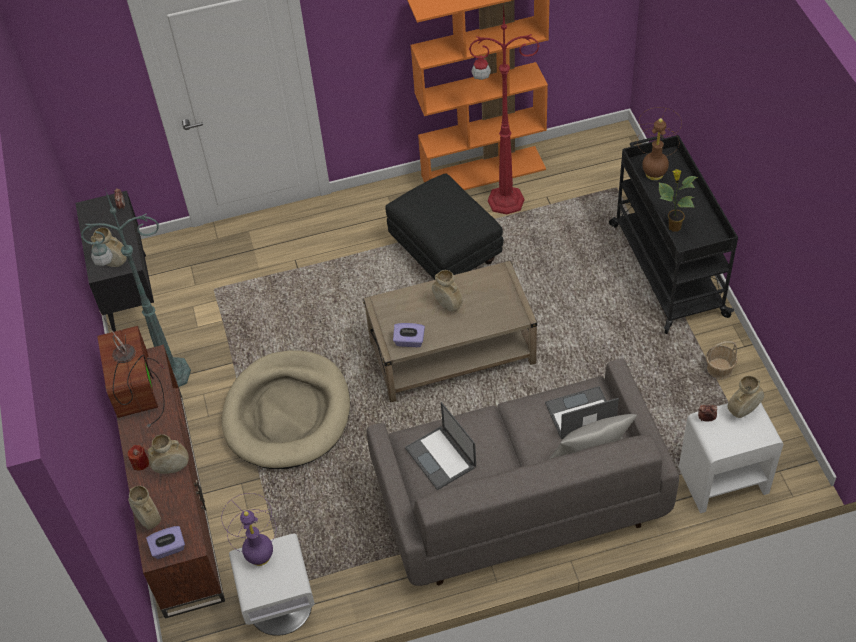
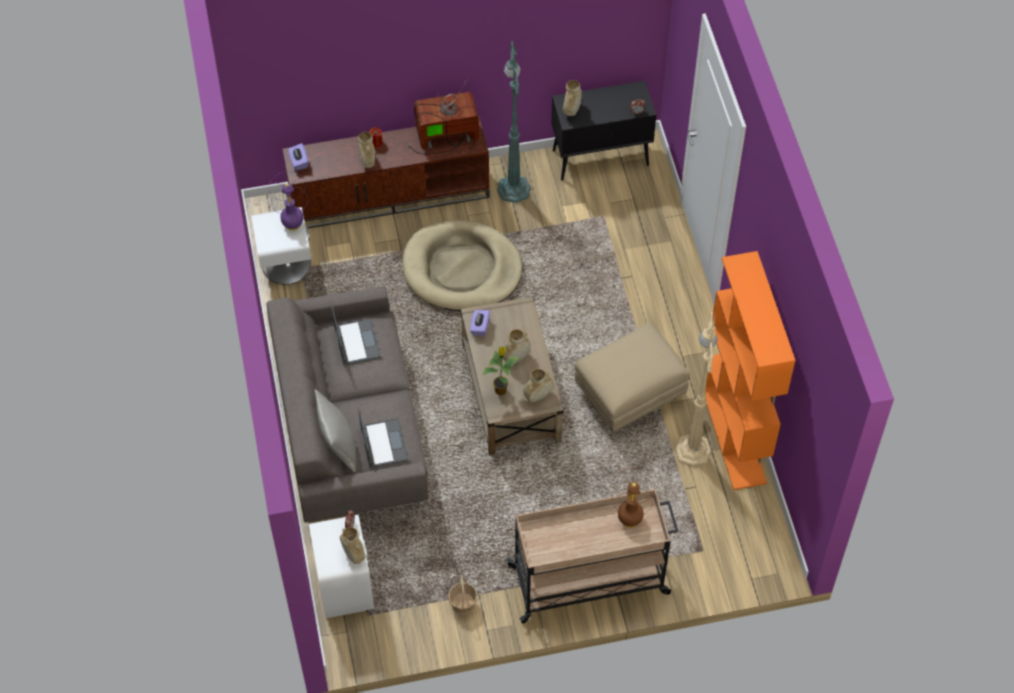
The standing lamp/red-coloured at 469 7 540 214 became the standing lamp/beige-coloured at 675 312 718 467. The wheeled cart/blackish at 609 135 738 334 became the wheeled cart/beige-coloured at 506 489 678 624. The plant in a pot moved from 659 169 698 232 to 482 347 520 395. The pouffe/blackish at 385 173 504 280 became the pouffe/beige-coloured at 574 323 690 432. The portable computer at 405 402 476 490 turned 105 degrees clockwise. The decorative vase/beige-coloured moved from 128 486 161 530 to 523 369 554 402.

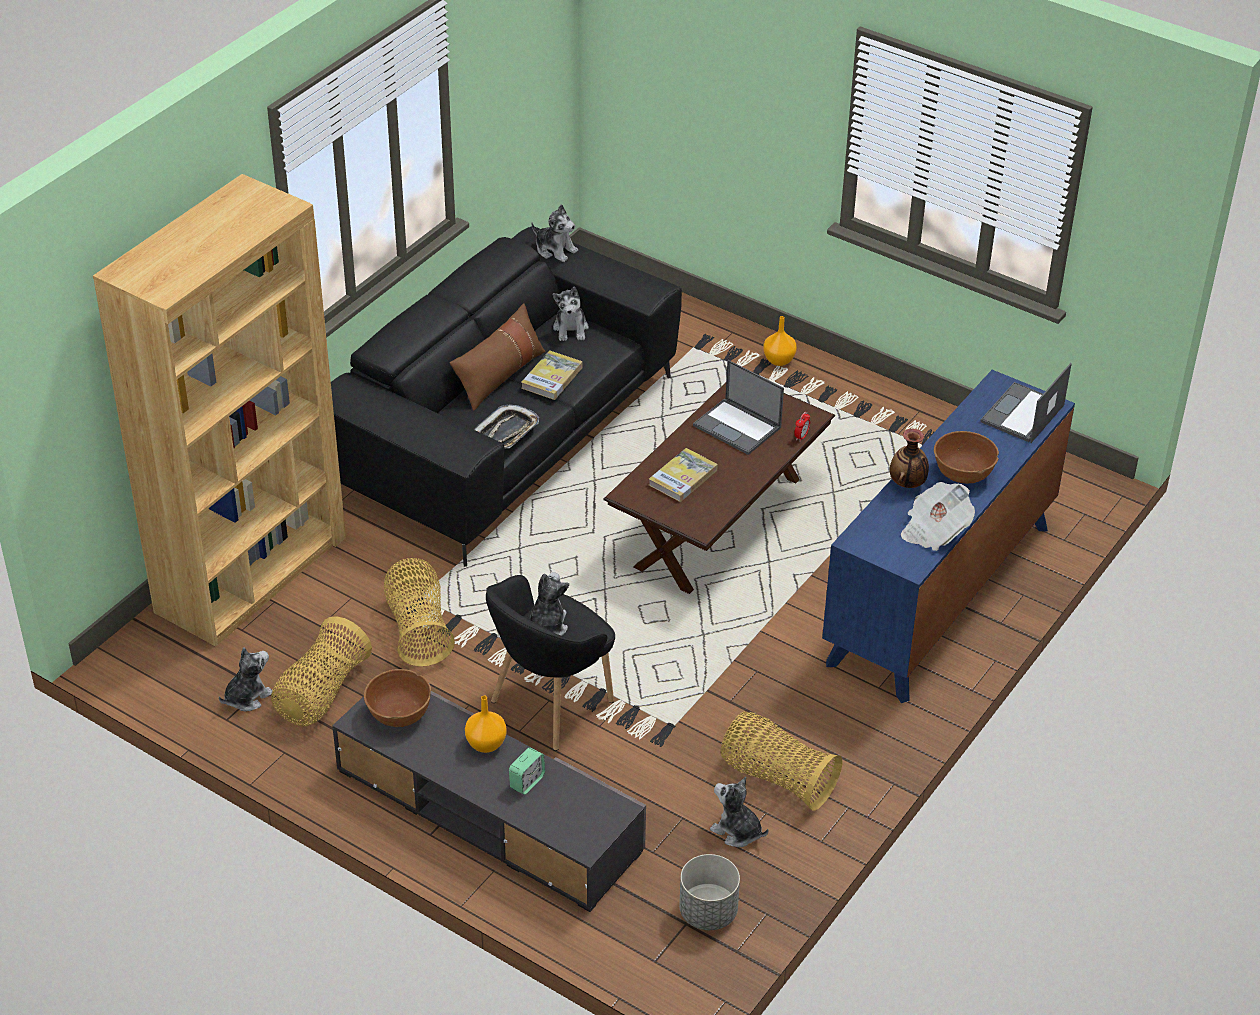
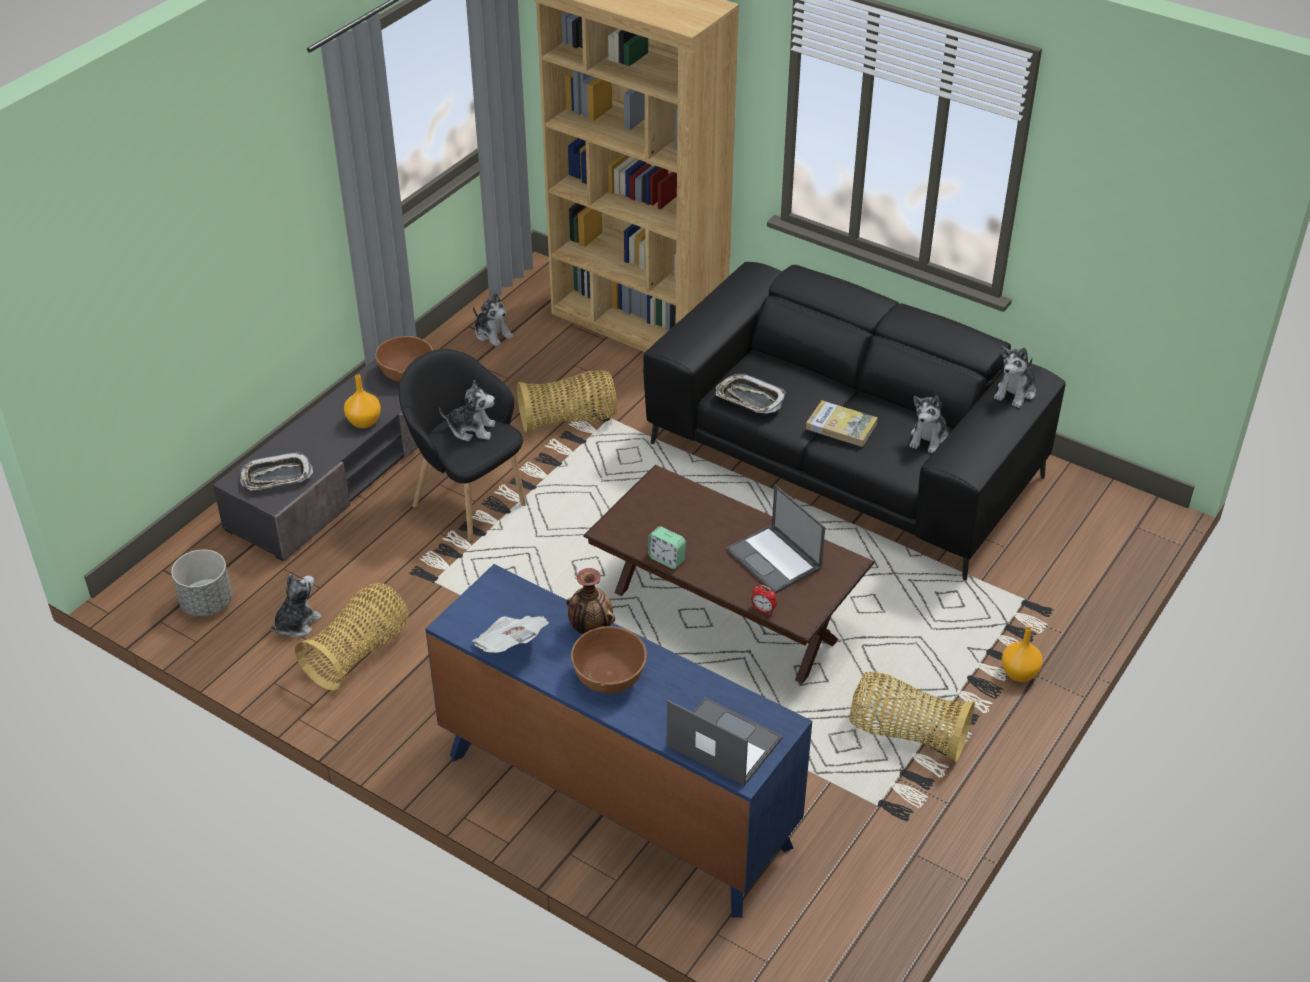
The plush toy at 553 287 589 341 turned 60 degrees counterclockwise. The cushion/brown at 450 303 545 411 disappeared. The portable computer at 693 360 784 455 turned 75 degrees counterclockwise. The volume at 649 448 718 502 disappeared. The household basket moved from 271 616 372 726 to 850 672 975 762. The bedside clock moved from 509 747 545 795 to 648 526 686 569. The serving tray at 240 452 313 491 appeared.

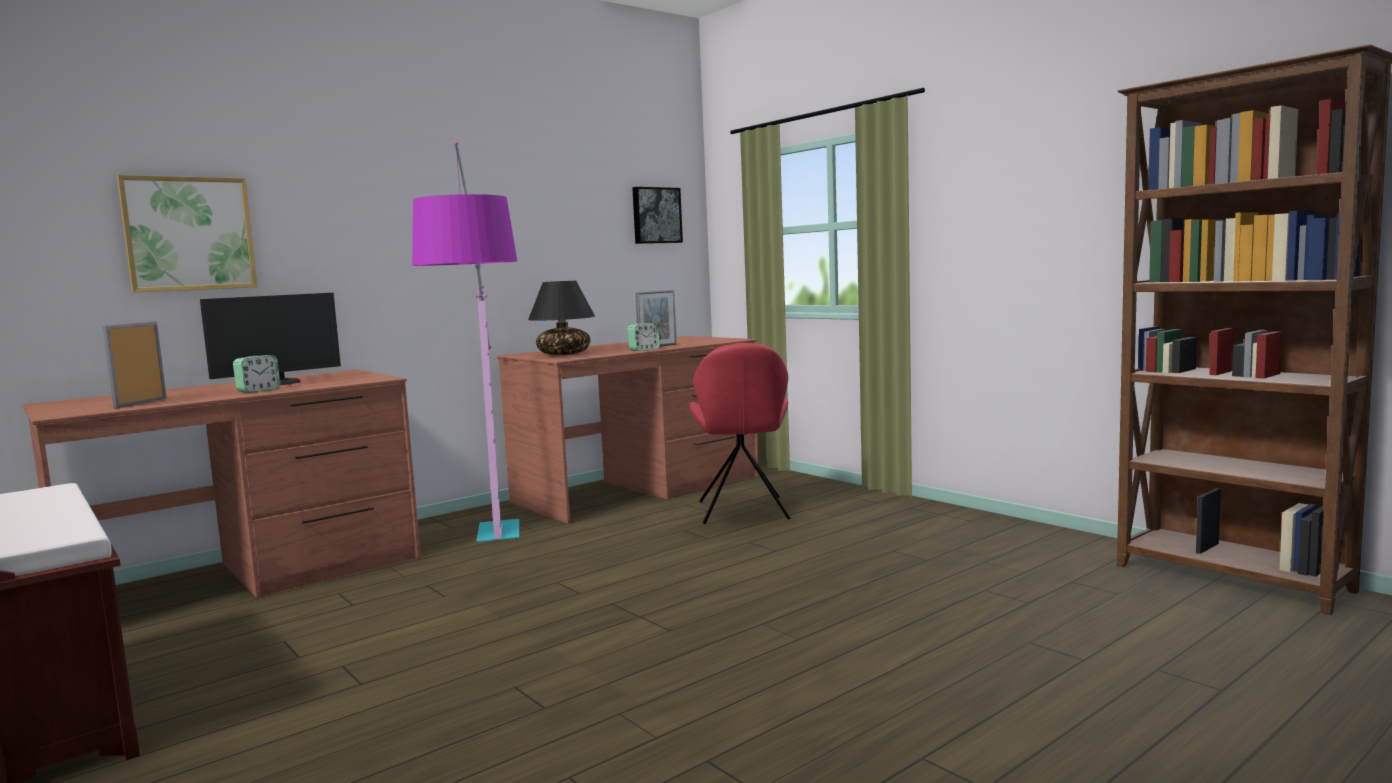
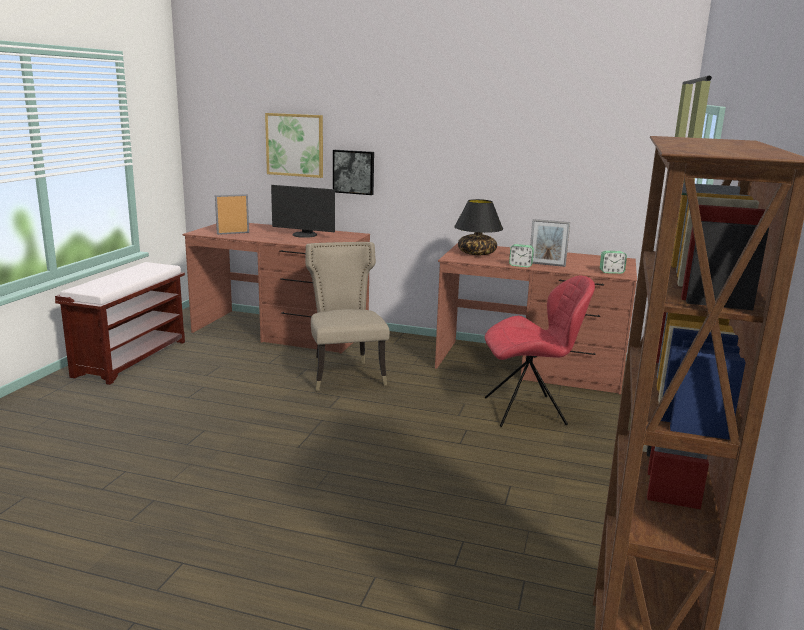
The standing lamp at 412 142 519 542 was replaced by the plain chair/beige-coloured at 306 242 390 391. The picture moved from 632 187 683 244 to 333 150 374 195. The plain chair/red-coloured at 689 343 790 524 turned 150 degrees counterclockwise. The bedside clock moved from 233 355 280 393 to 600 251 627 274.

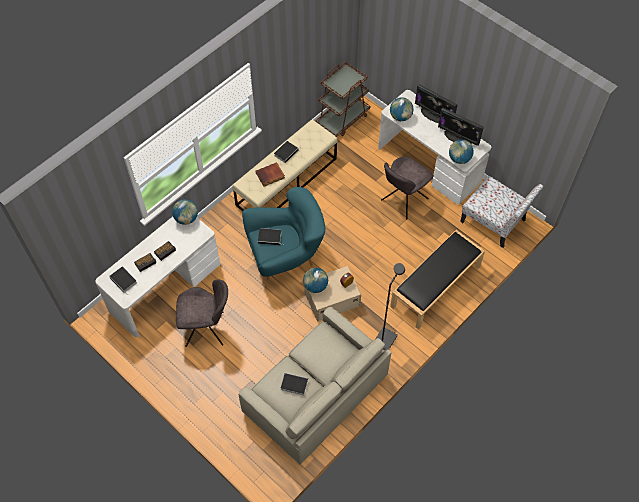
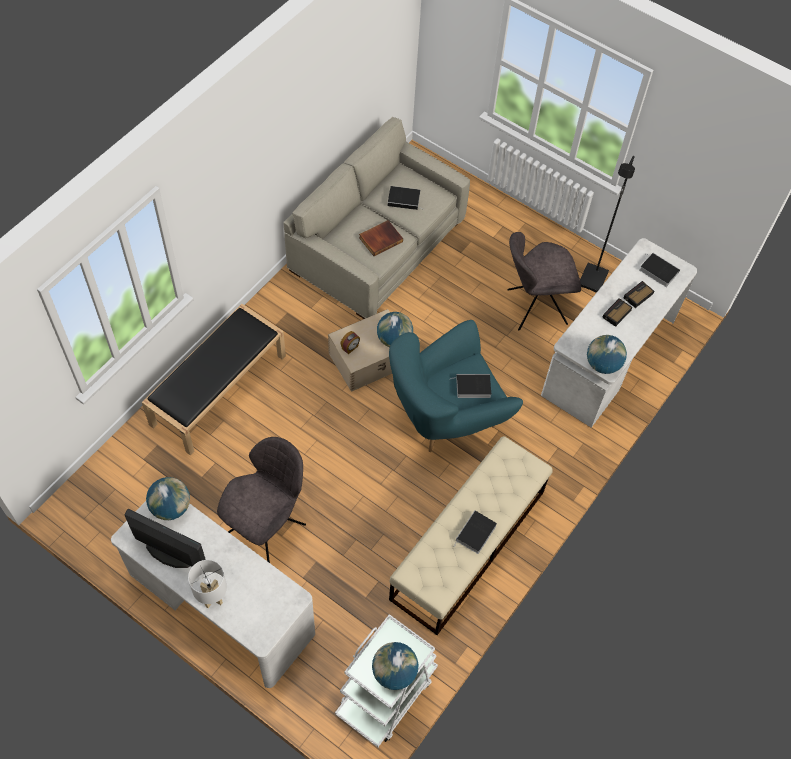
The wheeled cart/brown at 315 62 370 137 became the wheeled cart/white-coloured at 335 614 438 747. The monitor at 415 84 457 123 was replaced by the tabletop lamp/white-coloured at 188 560 227 608. The globe moved from 390 97 414 121 to 372 642 418 690. The volume moved from 256 162 285 187 to 359 220 403 256. The plain chair at 460 176 543 248 disappeared. The standing lamp/blackish moved from 376 263 405 351 to 580 156 635 293.

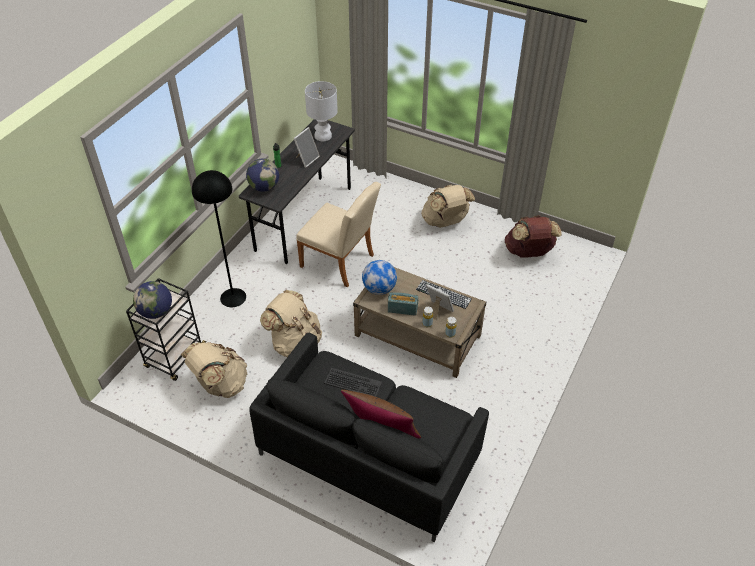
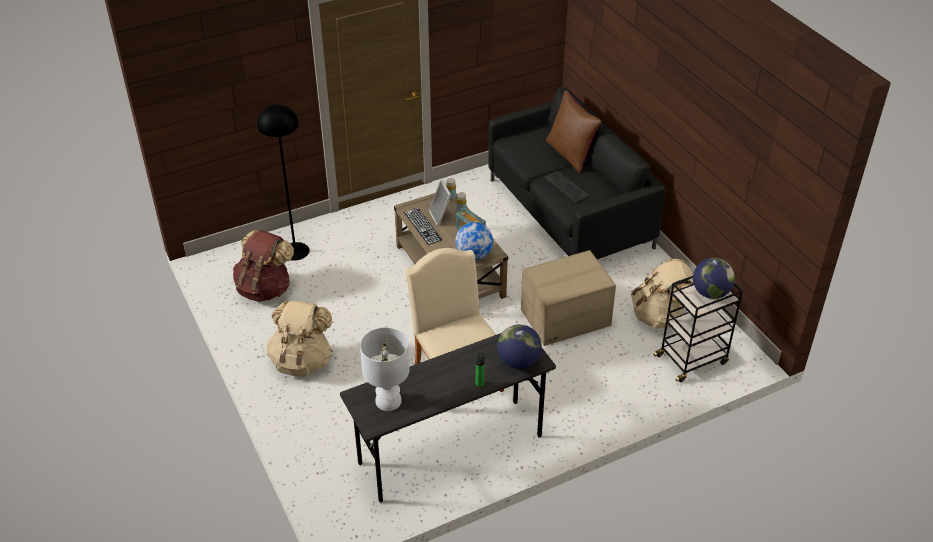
The standing frame at 293 127 320 168 disappeared. The standing lamp/blackish moved from 192 170 246 307 to 257 104 309 261. The backpack/beige-coloured at 260 290 322 357 was replaced by the cardboard box at 521 250 616 346.

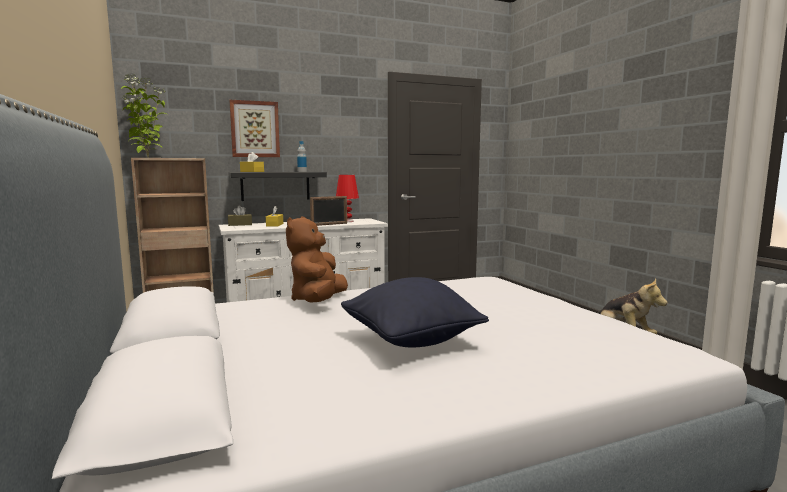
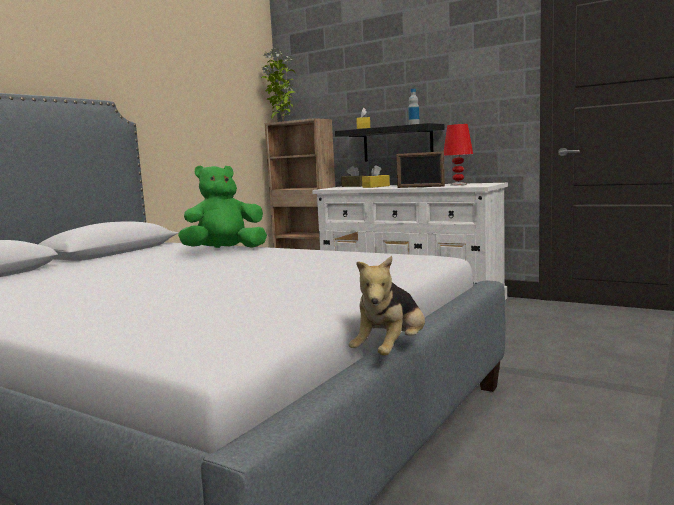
The picture at 229 100 280 157 disappeared. The plush toy/brown at 286 217 348 302 became the plush toy/green at 178 165 267 248. The cushion/blackish at 341 277 489 348 disappeared.

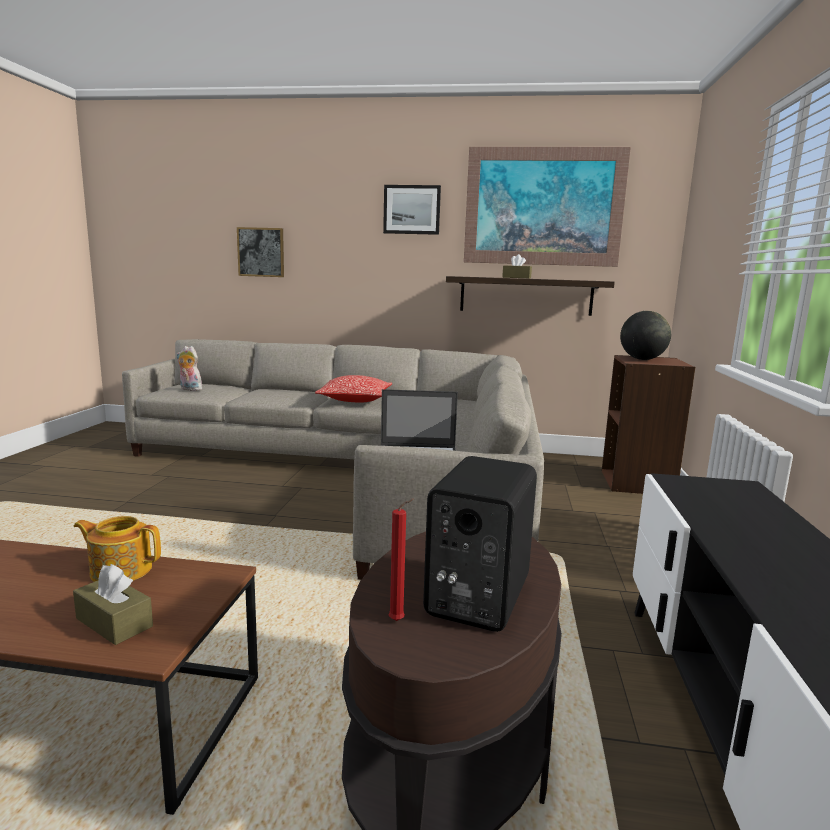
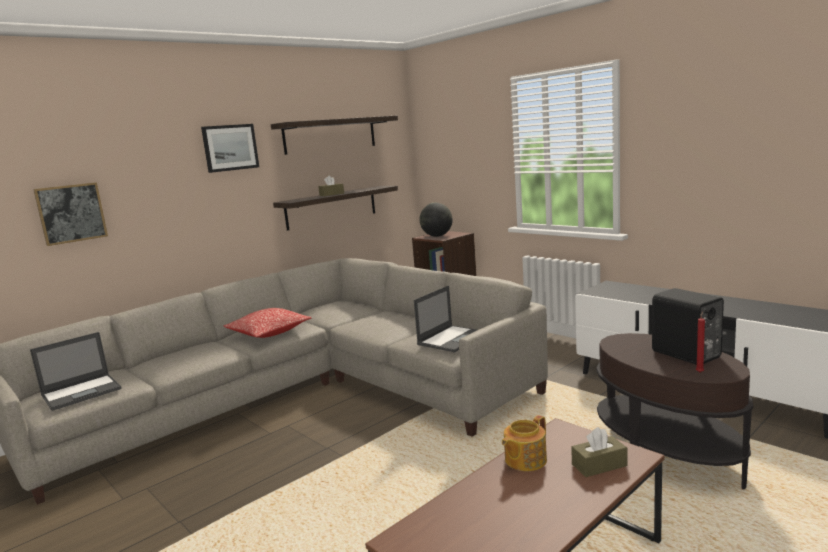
The picture at 464 147 631 267 was replaced by the wall shelf at 271 116 398 155. The plush toy at 176 346 202 391 was replaced by the portable computer at 30 332 122 411.

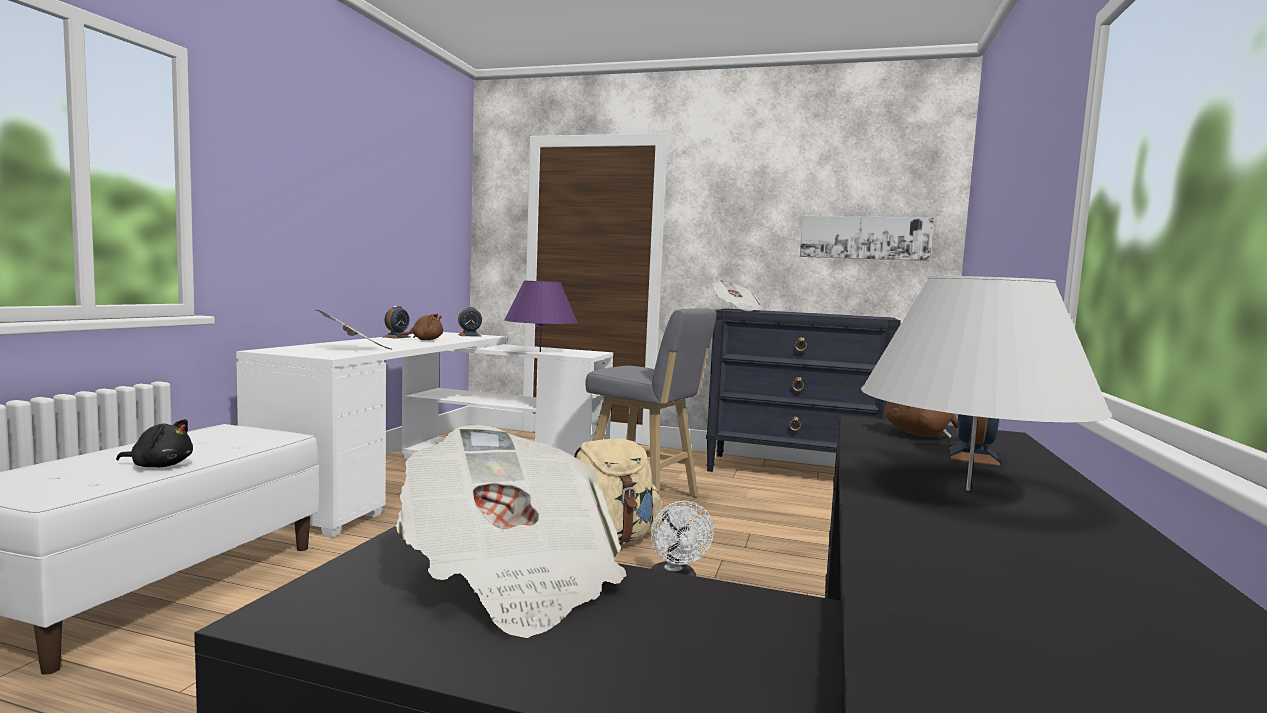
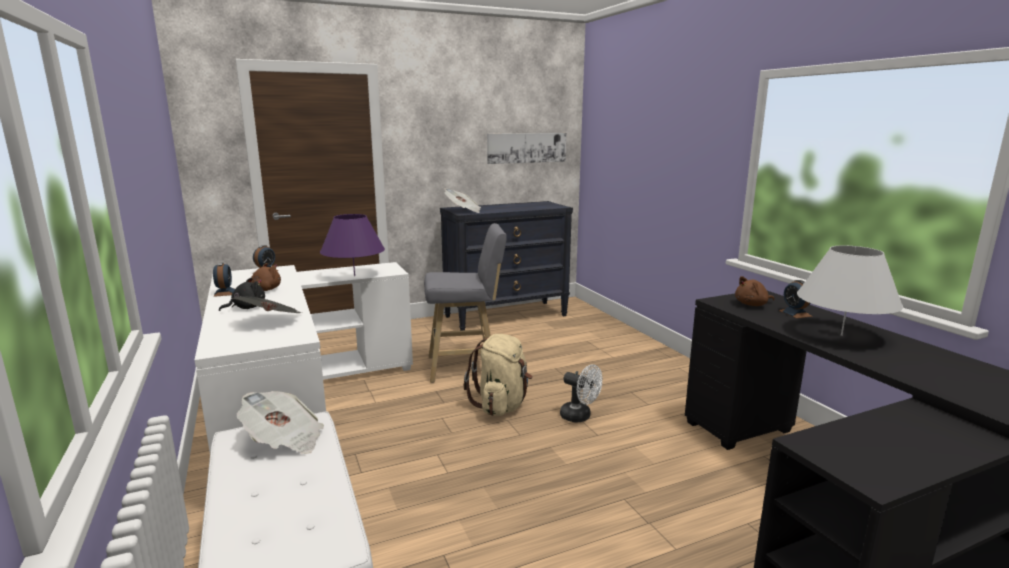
The plush toy/blackish moved from 116 419 193 467 to 219 277 265 311. The printed paper moved from 396 425 627 638 to 237 391 324 454.

